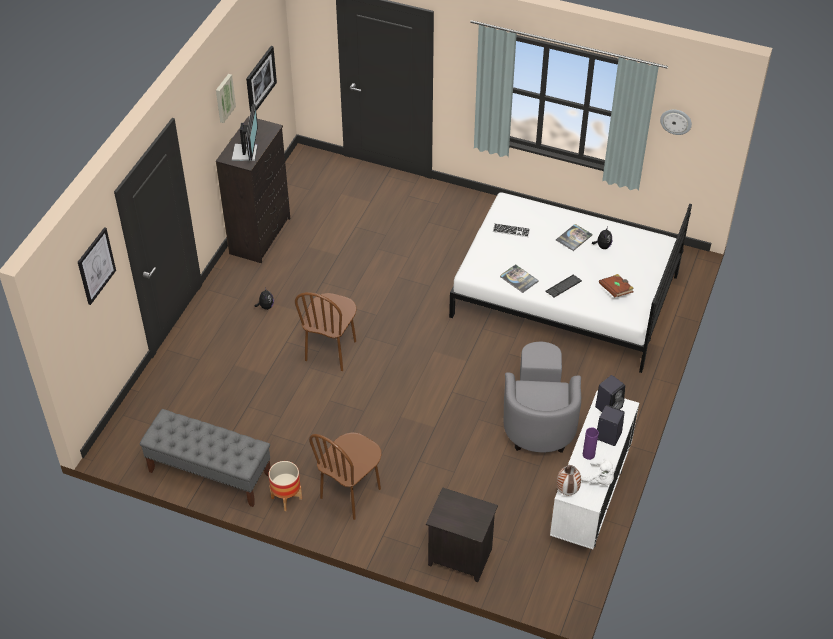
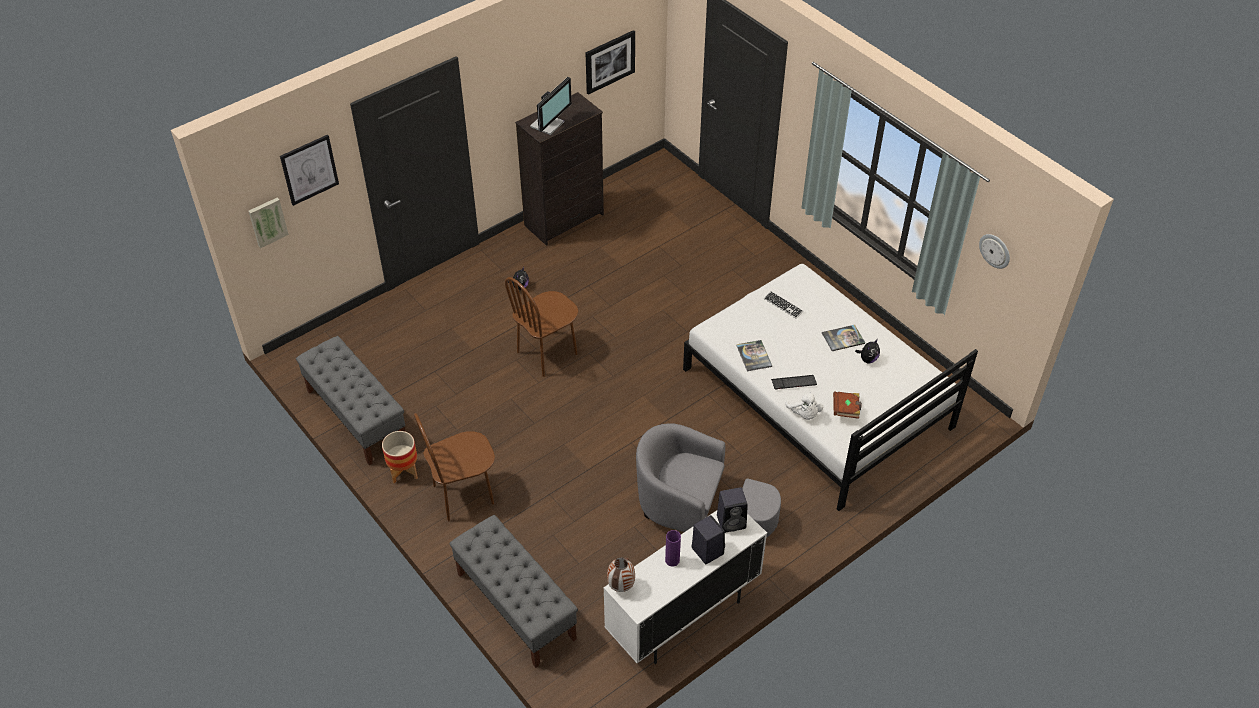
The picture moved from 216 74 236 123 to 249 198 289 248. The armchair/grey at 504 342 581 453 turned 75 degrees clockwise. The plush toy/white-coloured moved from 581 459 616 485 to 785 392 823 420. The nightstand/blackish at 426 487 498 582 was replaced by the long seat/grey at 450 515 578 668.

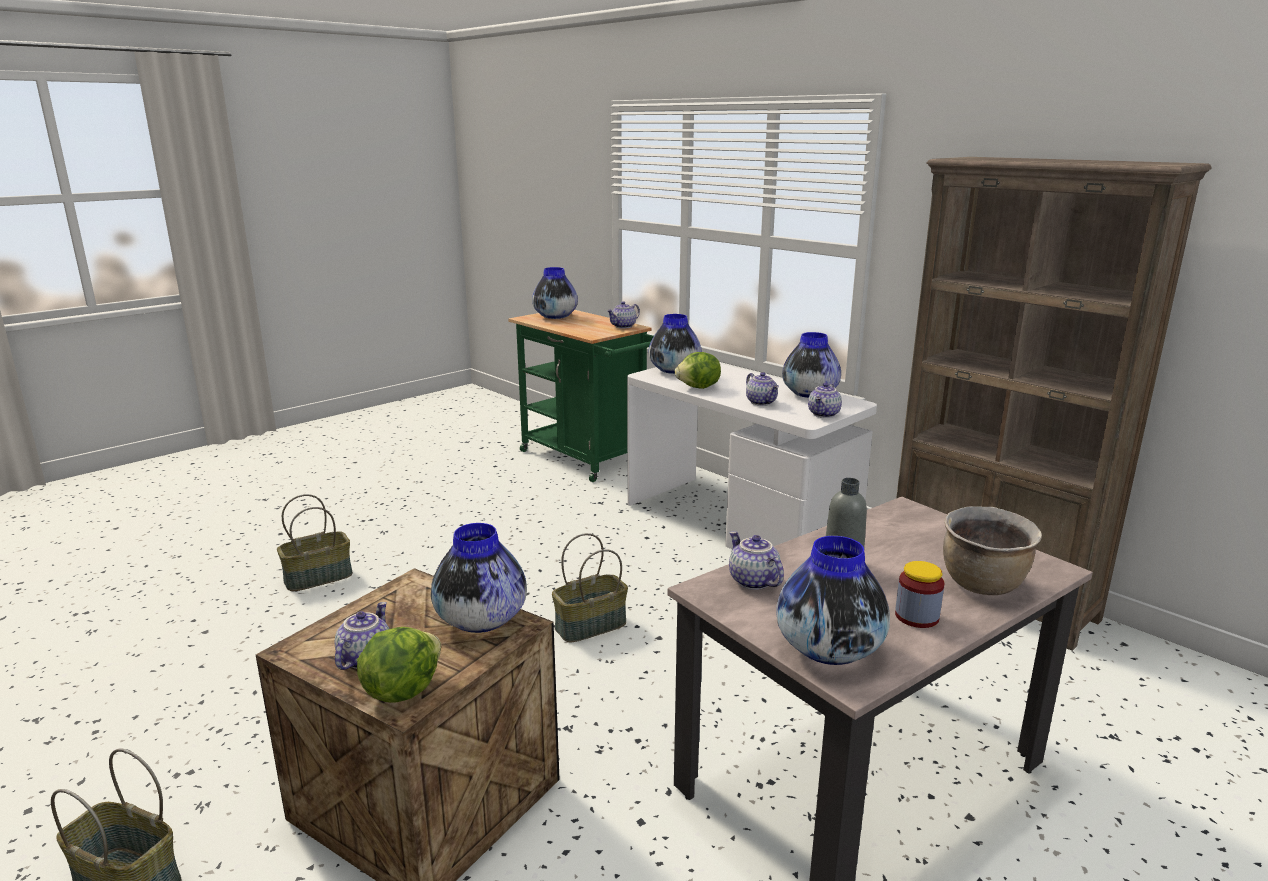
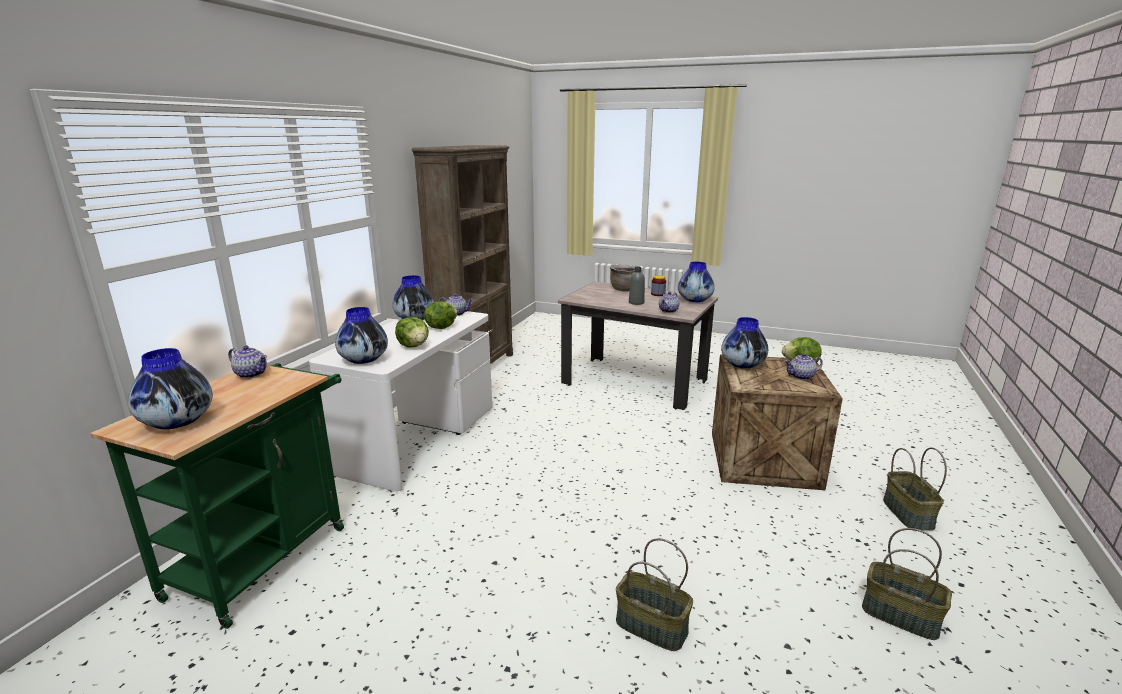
The tea pot at 746 372 779 406 was replaced by the head of lettuce at 424 302 458 329. The household basket moved from 552 533 628 642 to 862 528 952 640.

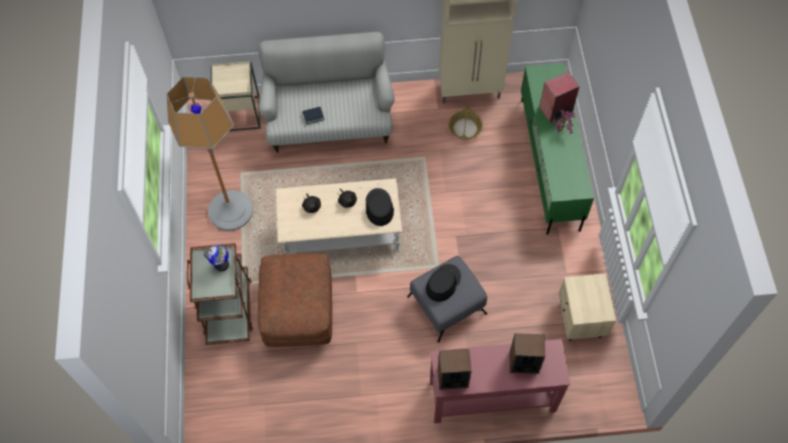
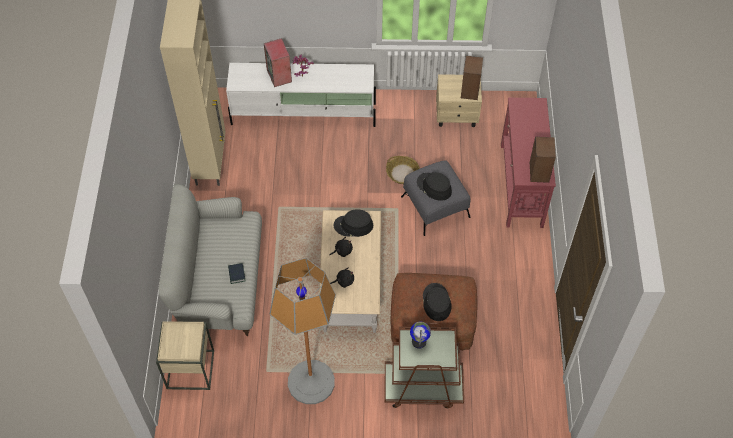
The media console/green at 521 63 594 235 became the media console/white-coloured at 226 63 376 127. The household basket moved from 448 105 483 140 to 386 156 420 184. The loudspeaker moved from 510 334 545 374 to 461 56 483 100. The clothing hat/blackish at 423 283 451 321 appeared.

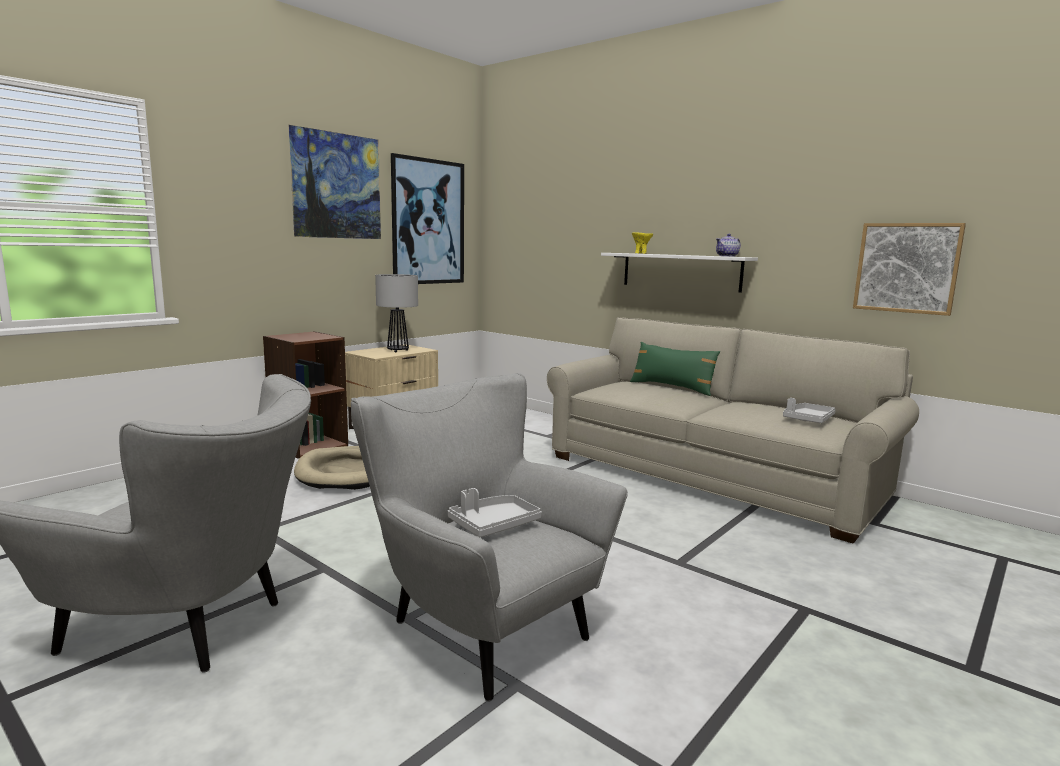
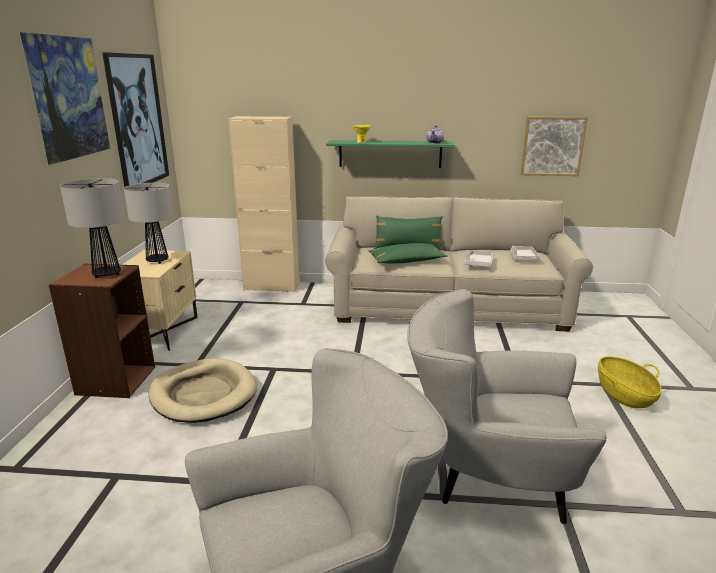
The wall shelf/white-coloured at 601 253 758 293 became the wall shelf/green at 326 140 454 168. The serving tray/grey moved from 448 488 542 537 to 464 250 493 267. The storage cabinet/beige-coloured at 228 116 300 292 appeared. The tabletop lamp at 60 178 125 278 appeared. The cushion/green at 368 243 448 263 appeared. The household basket at 598 356 662 408 appeared.

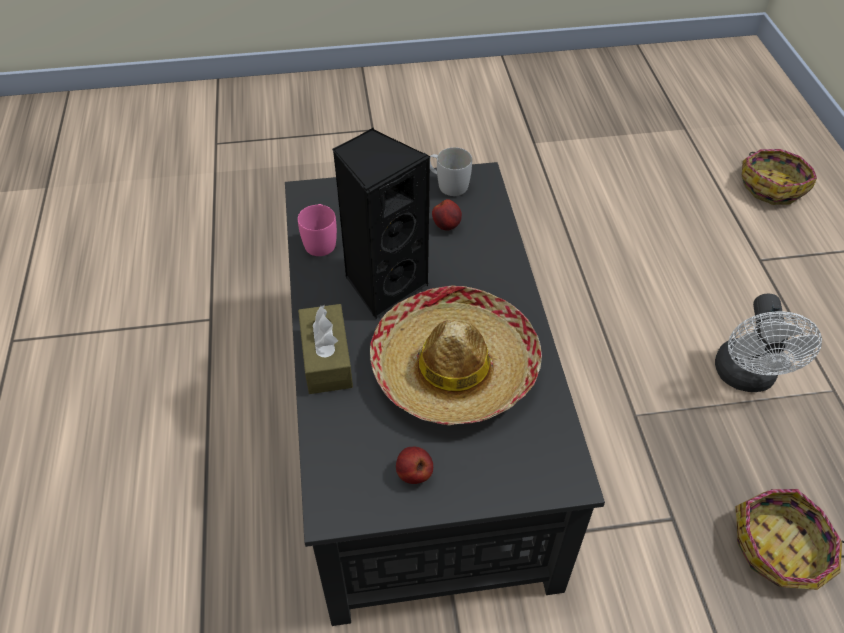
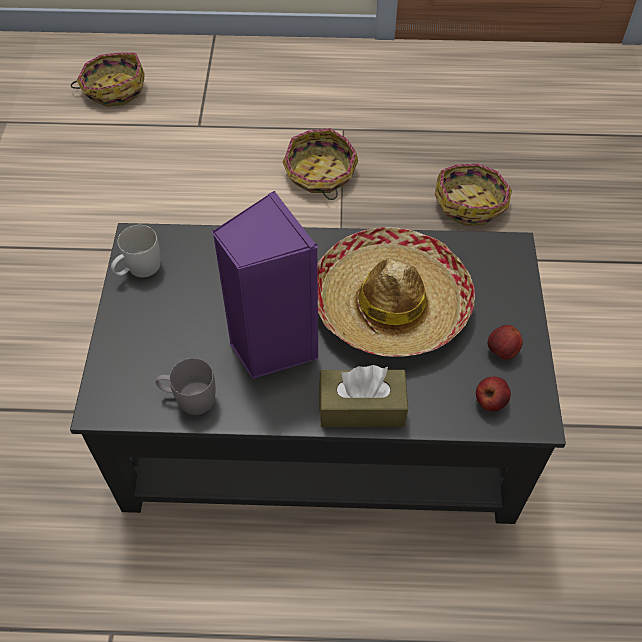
The loudspeaker/blackish at 332 127 431 319 became the loudspeaker/purple at 212 191 319 379. The apple fruit moved from 432 199 462 231 to 476 376 511 411. The tea mug/pinkish at 298 204 337 256 became the tea mug/grey at 156 358 215 415. The fan/white-coloured at 715 293 822 392 was replaced by the household basket at 282 128 358 200.

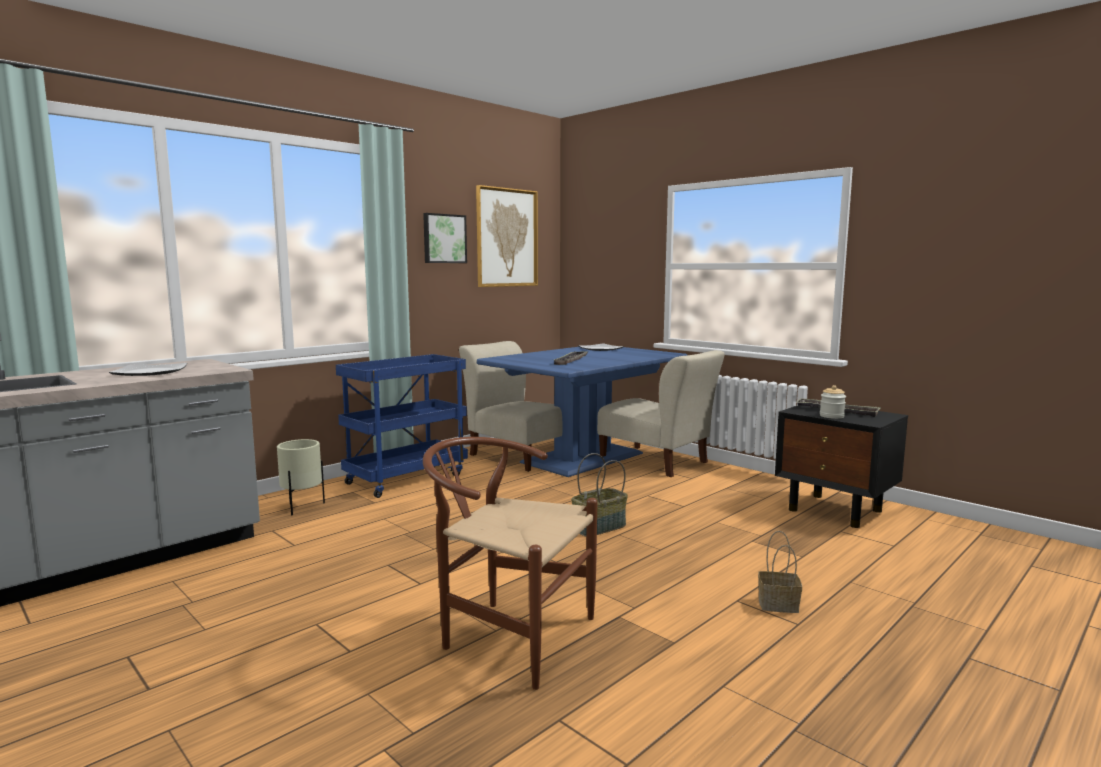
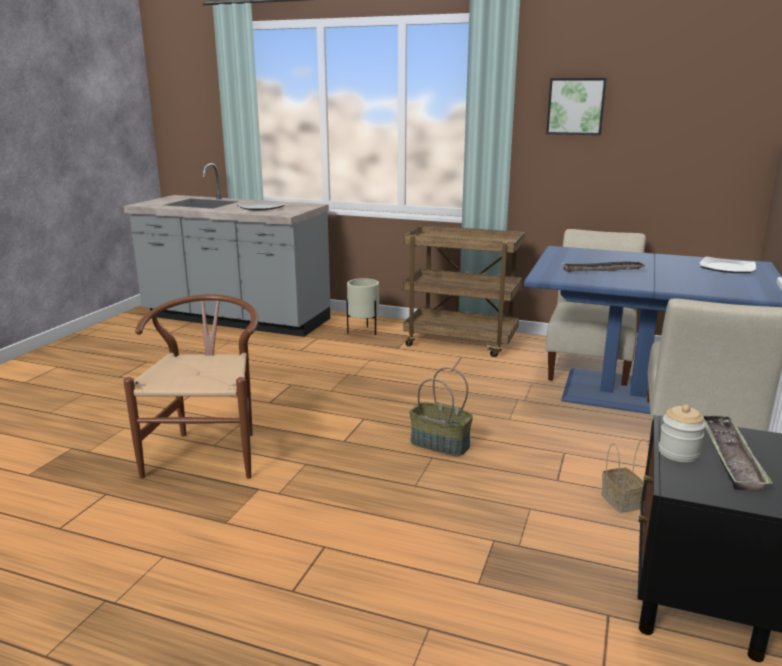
The picture at 476 185 538 287 disappeared. The wheeled cart/bluish at 336 354 468 498 became the wheeled cart/brown at 403 225 525 357. The household basket moved from 758 531 802 613 to 602 439 649 513.

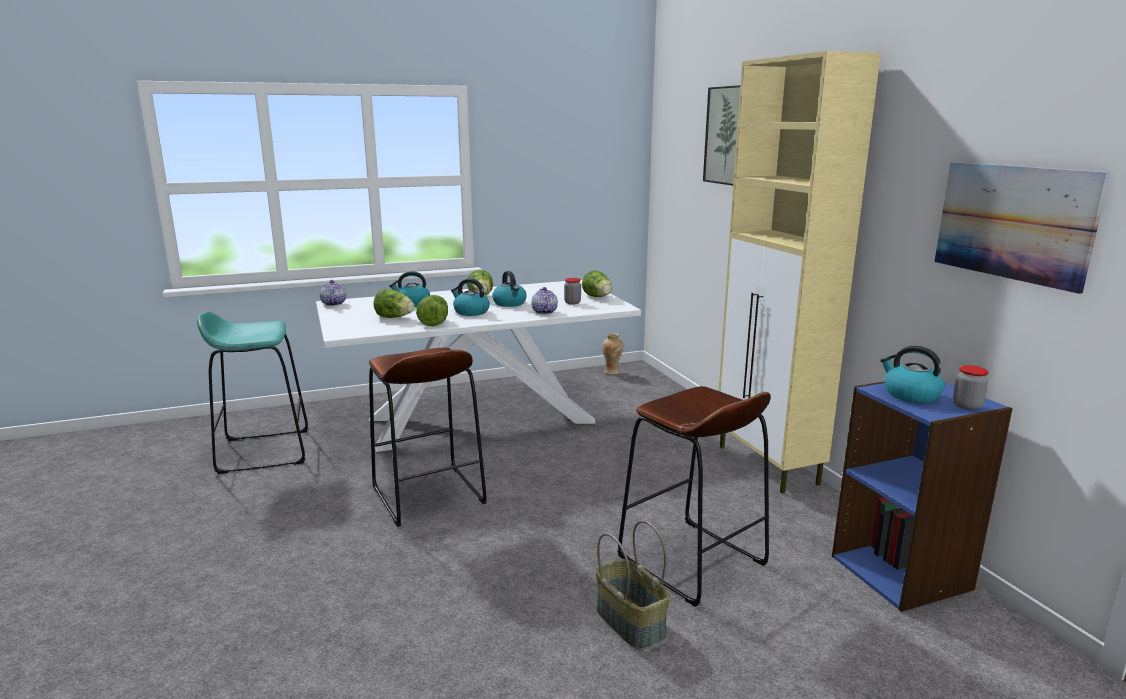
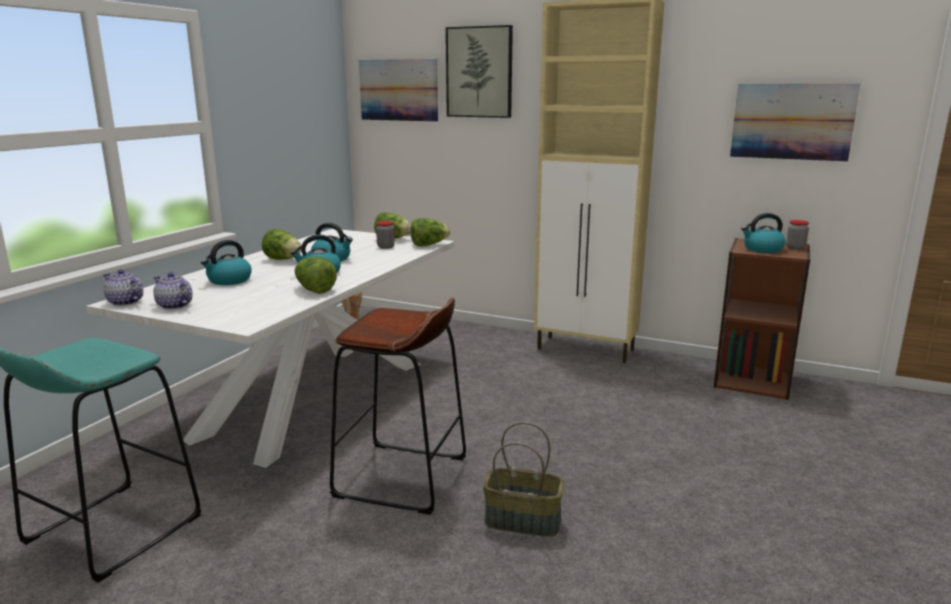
The tea pot moved from 531 287 558 314 to 153 272 192 310. The head of lettuce moved from 373 289 414 318 to 410 218 450 247. The bookcase/bluish at 832 381 1013 612 became the bookcase/brown at 714 238 810 400. The sitting stool/brown at 617 386 771 607 disappeared. The household basket moved from 595 520 670 650 to 483 422 564 537. The picture at 359 59 438 122 appeared.

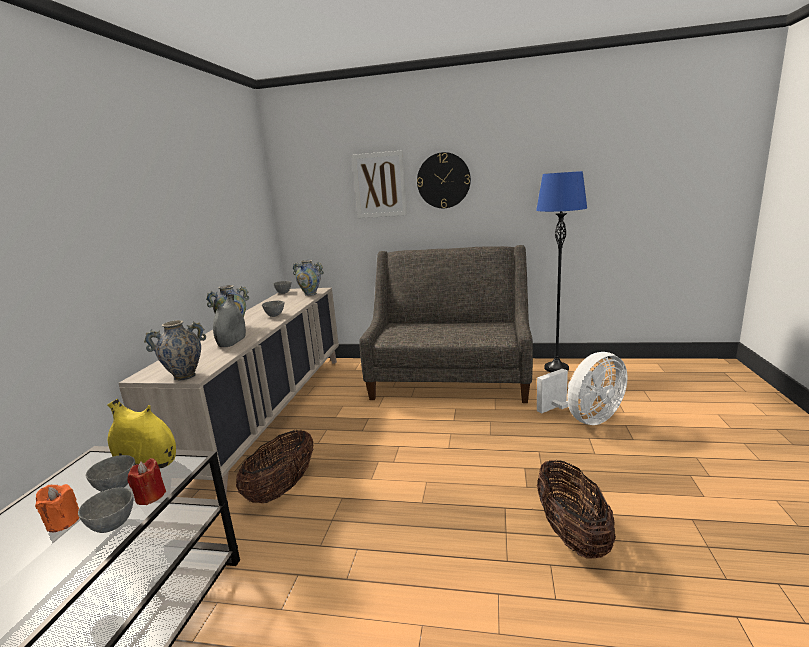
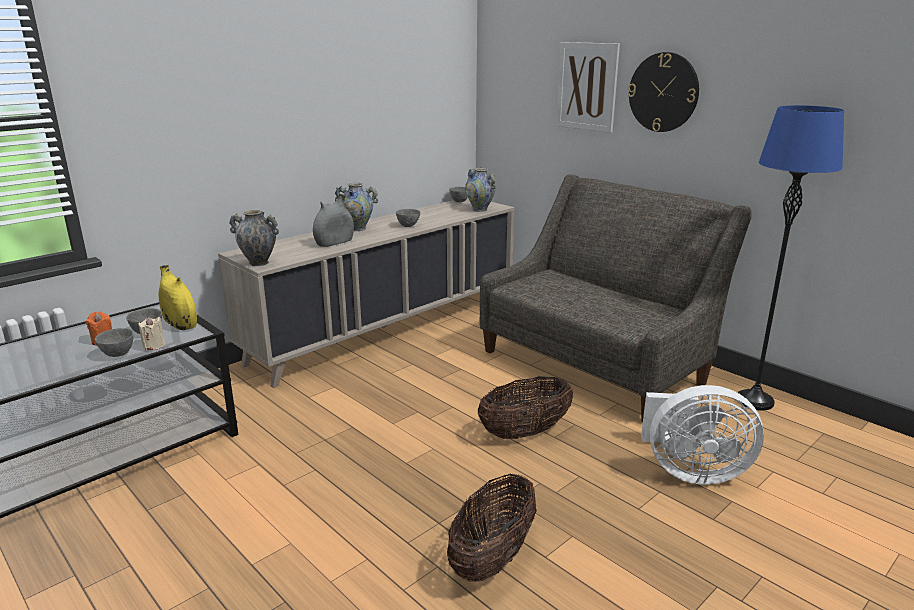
The household basket moved from 236 430 313 503 to 478 376 573 439. The wax light/red-coloured at 127 458 166 505 became the wax light/beige-coloured at 138 316 166 350.

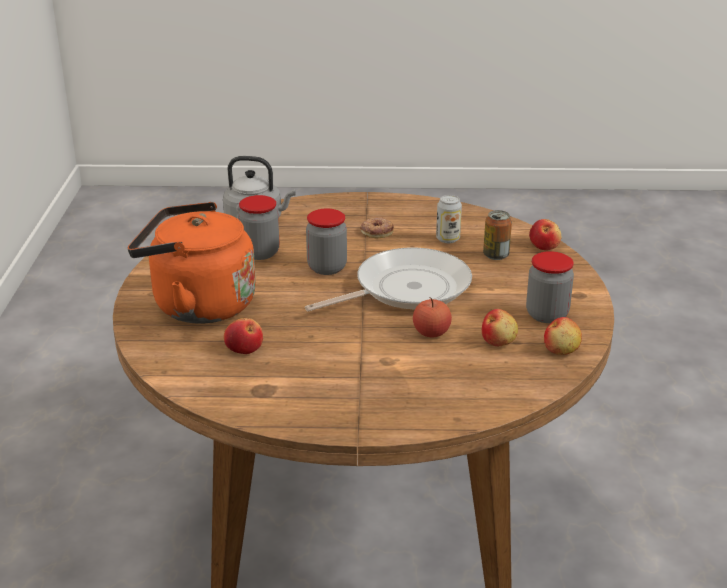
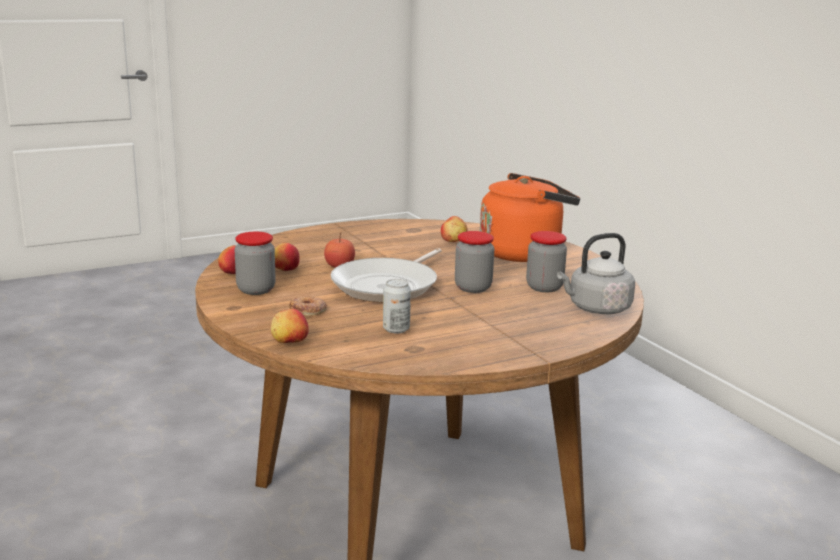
The metal can at 483 210 512 260 disappeared. The ring doughnut moved from 360 217 394 238 to 289 296 327 316.

